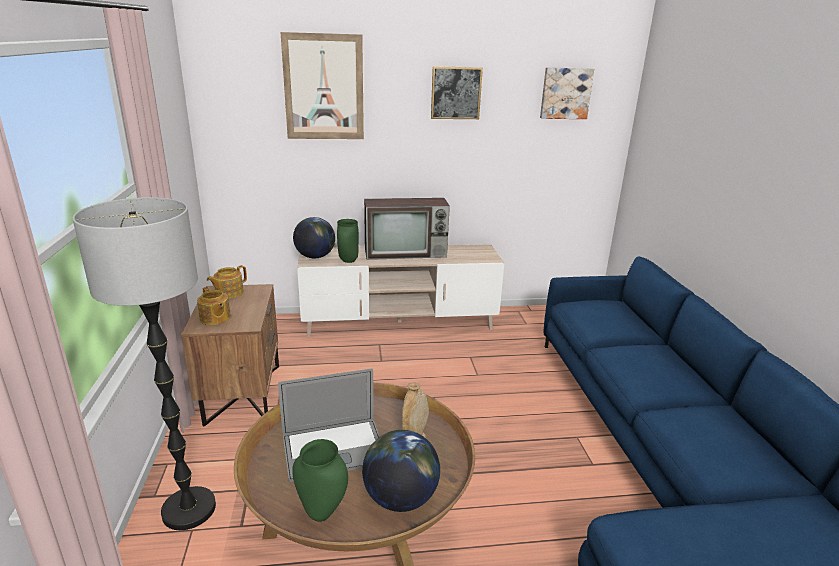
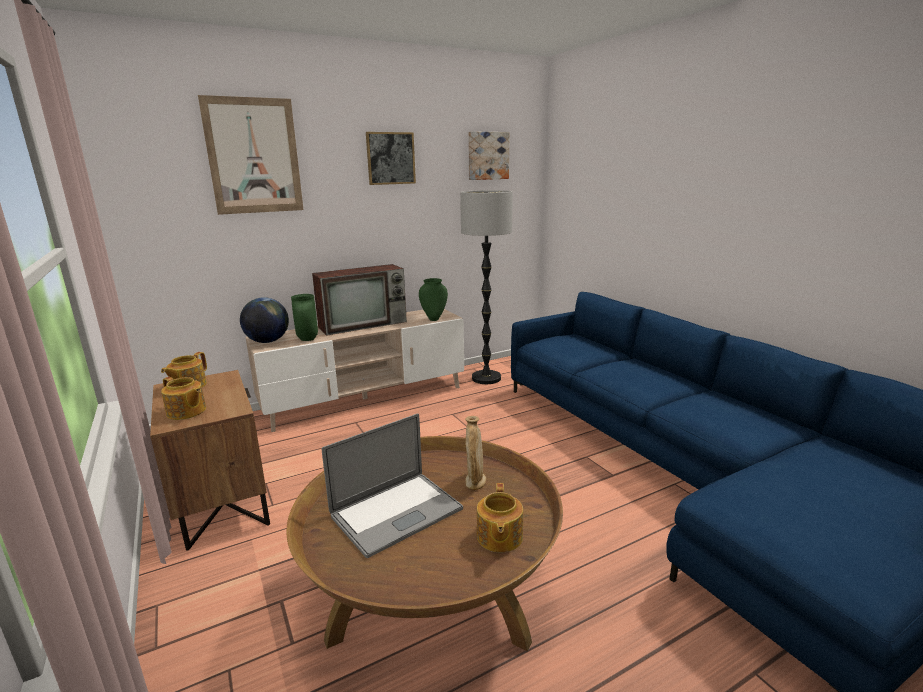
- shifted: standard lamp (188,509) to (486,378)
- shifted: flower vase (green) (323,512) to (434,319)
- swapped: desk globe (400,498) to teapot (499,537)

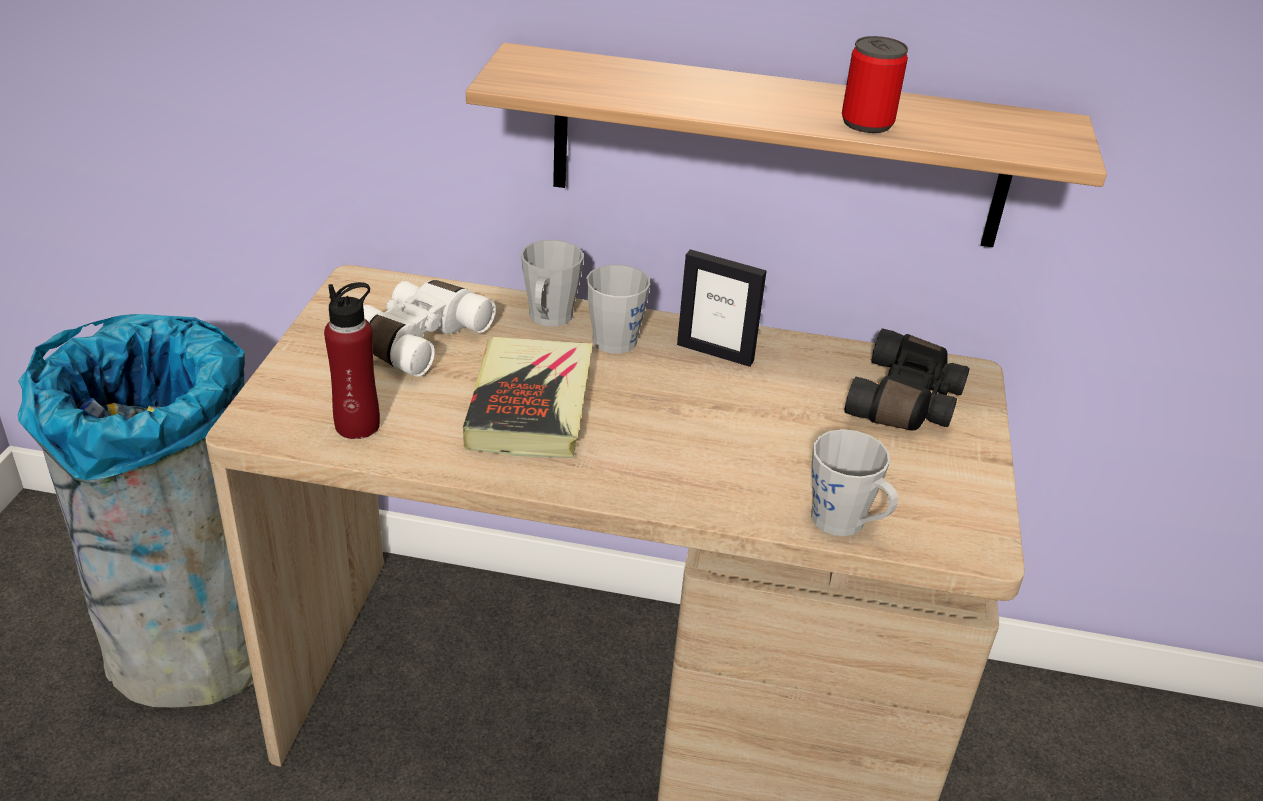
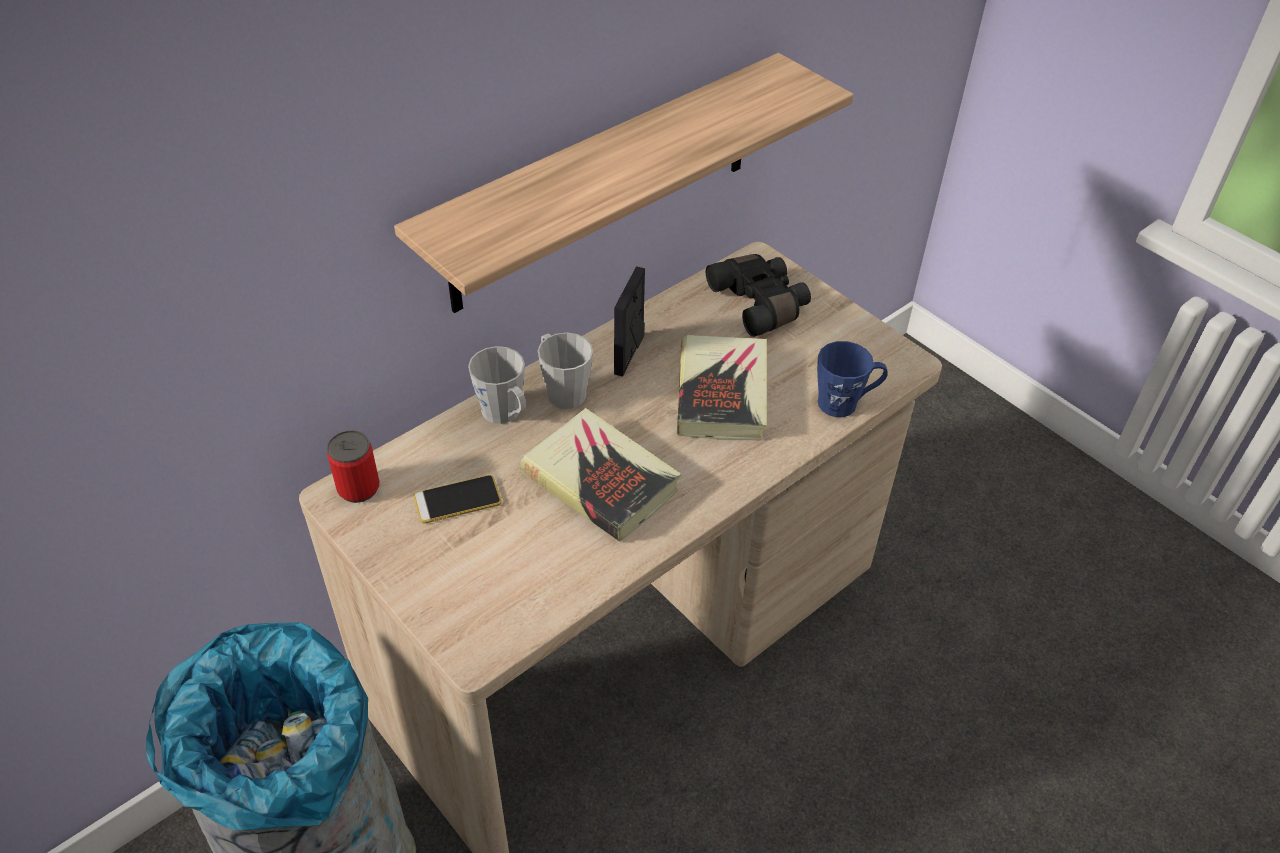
- gone: drink bottle (reddish) (357,425)
- swapped: field glasses (white) (418,339) to telephone (457,500)
- rotated: photo frame (715,352) = (629,354) 135 degrees clockwise
- repainted: coffee mug (grey) (846,524) to coffee mug (bluish) (845,403)
- shifted: metal can (867,123) to (358,488)
- new: book (721,394)

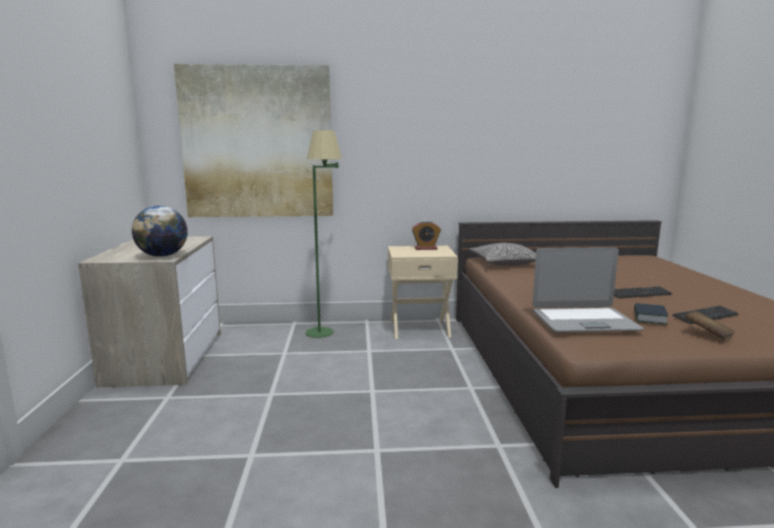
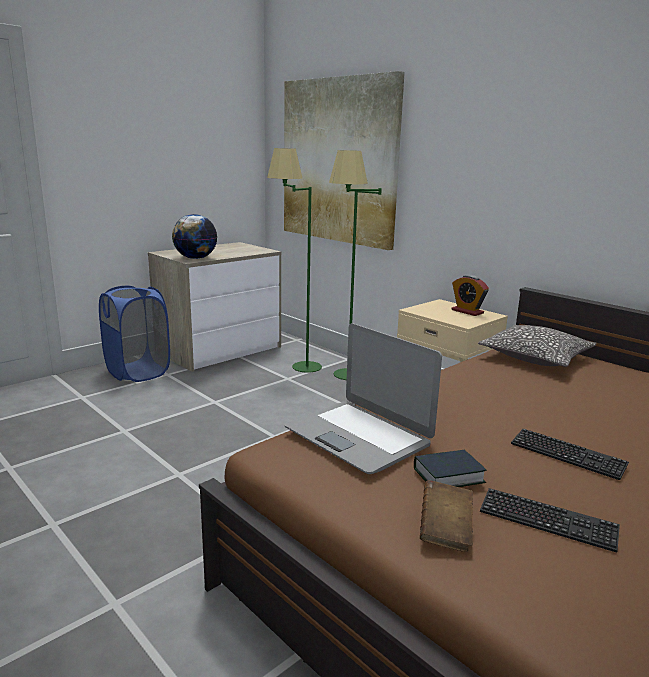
- new: washing basket (bluish) (138,372)
- new: standard lamp (green) (294,365)

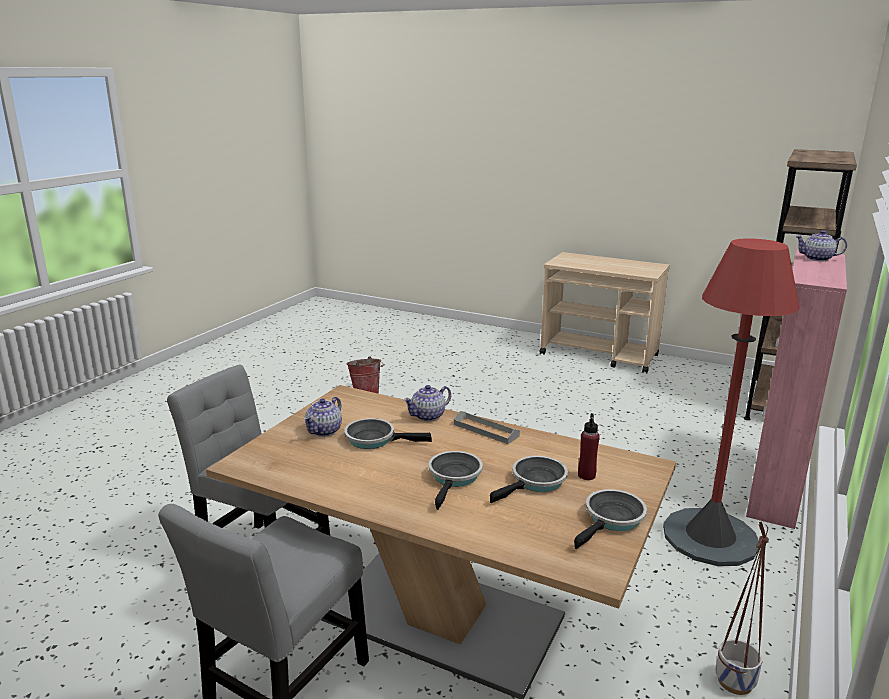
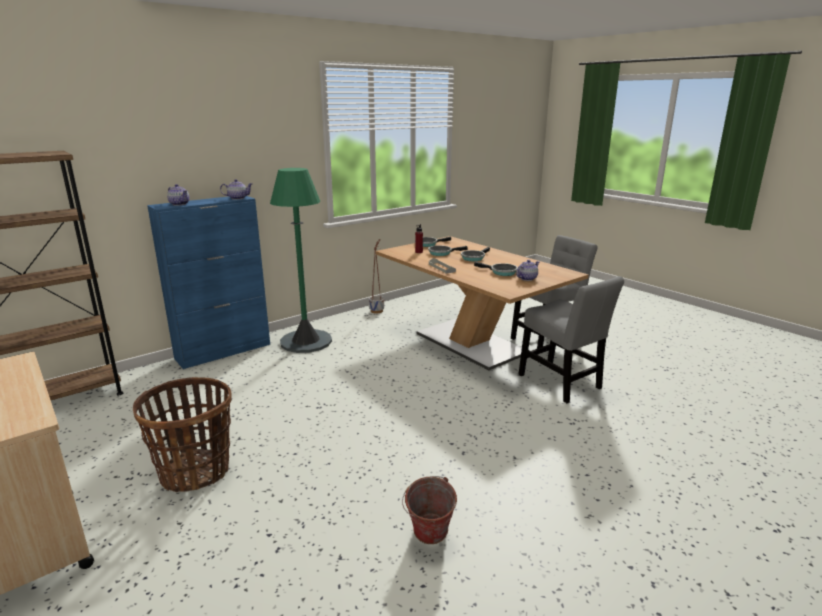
- shifted: teapot (428,416) to (237,198)
- repainted: standard lamp (reddish) (709,537) to standard lamp (green) (306,341)
- repainted: cabinet (pink-coloured) (774,488) to cabinet (bluish) (224,351)
- new: storage basket (195,472)

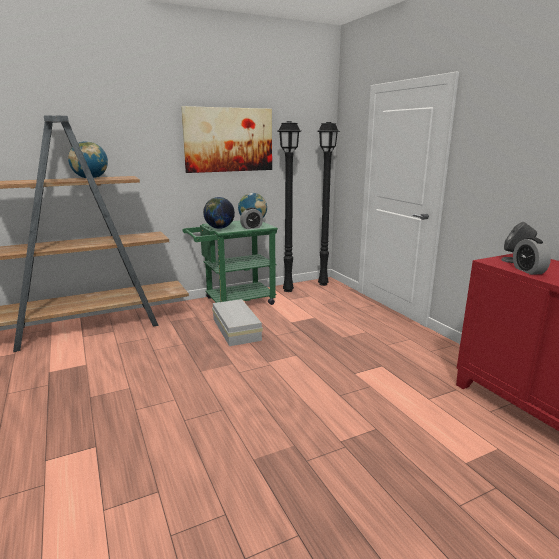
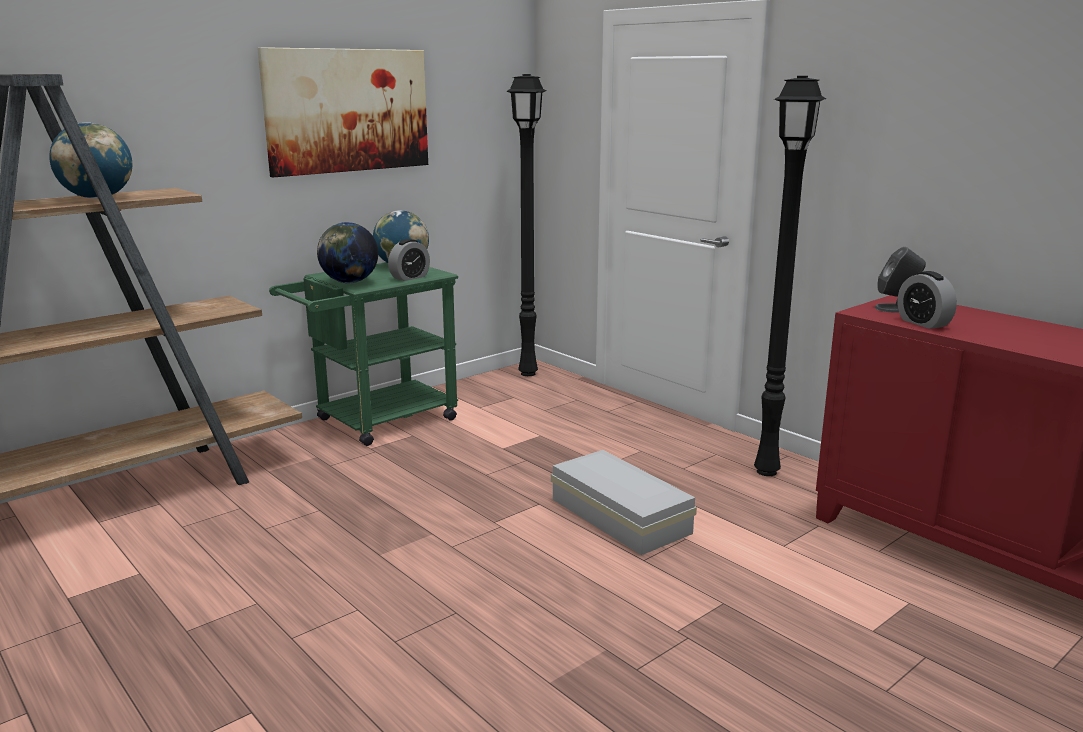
- shifted: storage container (white) (235,330) to (620,517)
- shifted: standard lamp (blackish) (288,291) to (768,472)

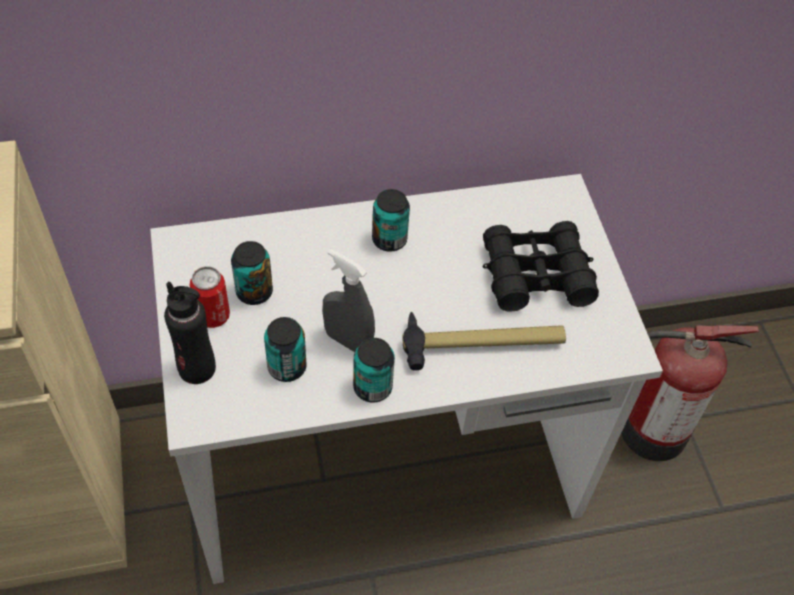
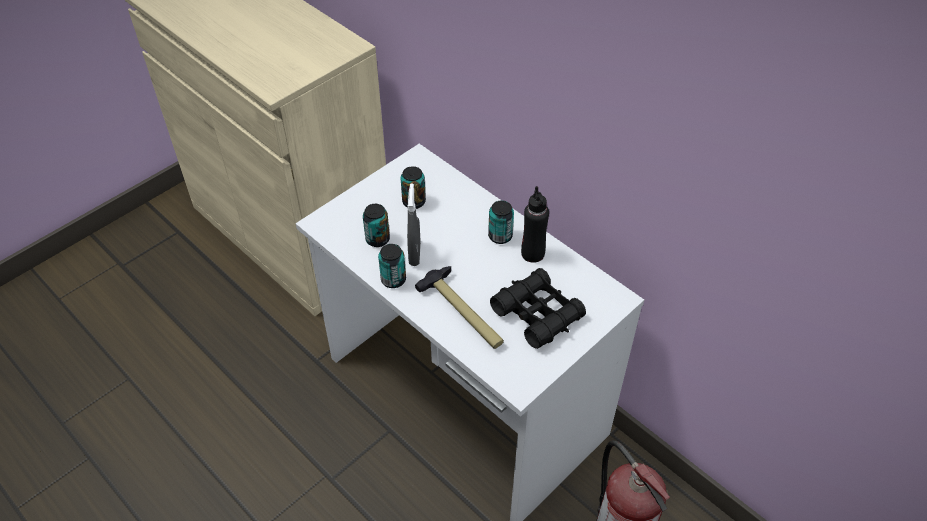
- shifted: drink bottle (blackish) (197,368) to (532,254)
- gone: metal can (213,316)

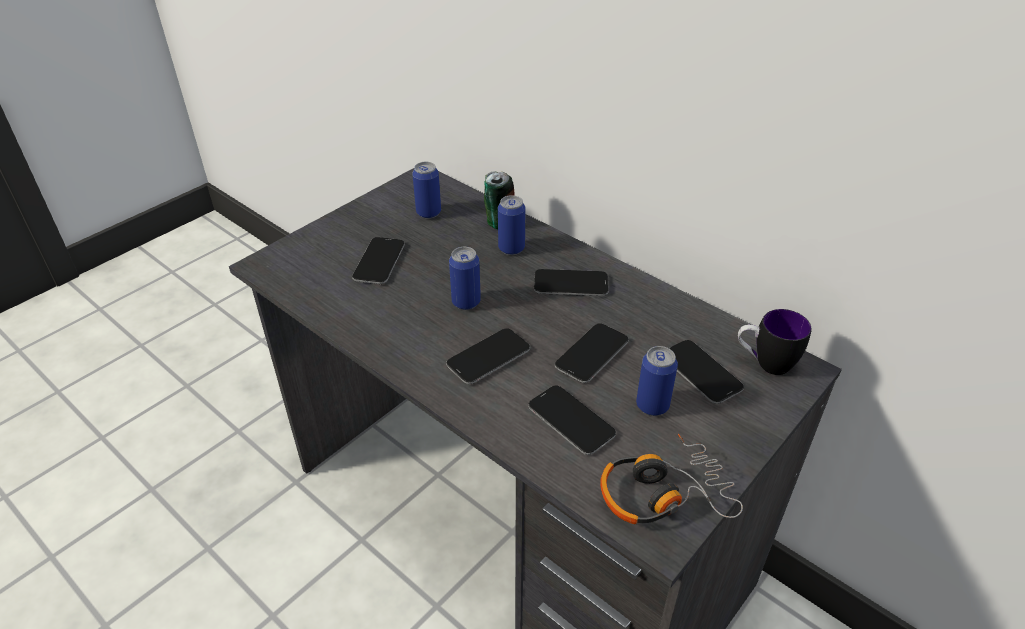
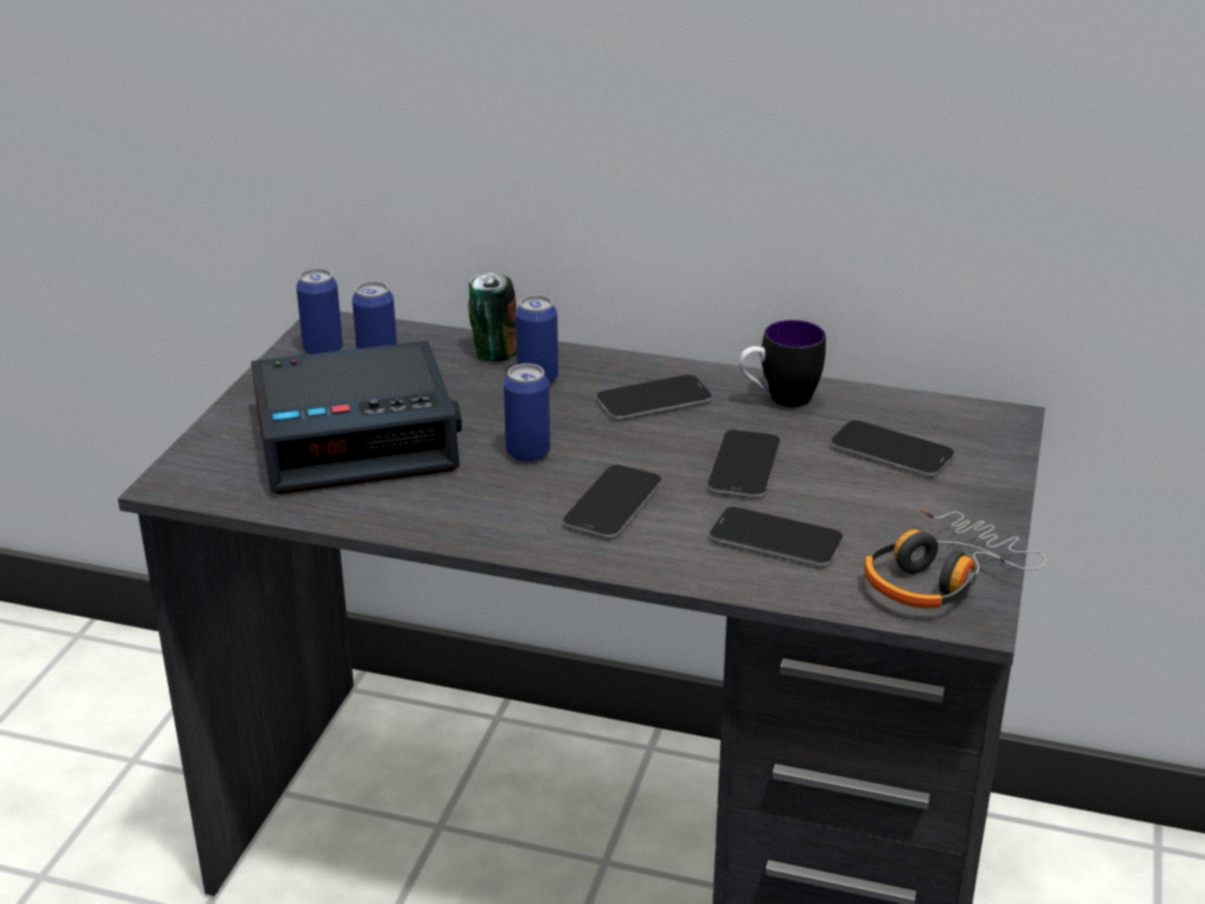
- swapped: telephone (379,262) to alarm clock (357,437)
- shifted: metal can (652,405) to (323,350)
- shifted: coffee mug (764,364) to (778,399)

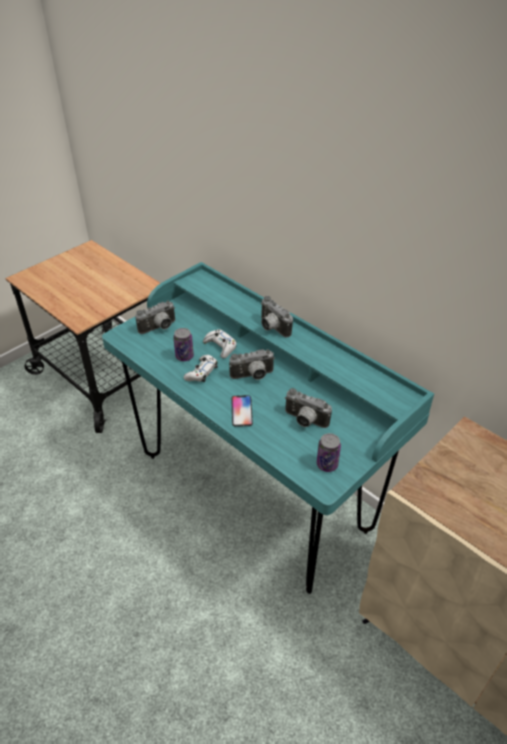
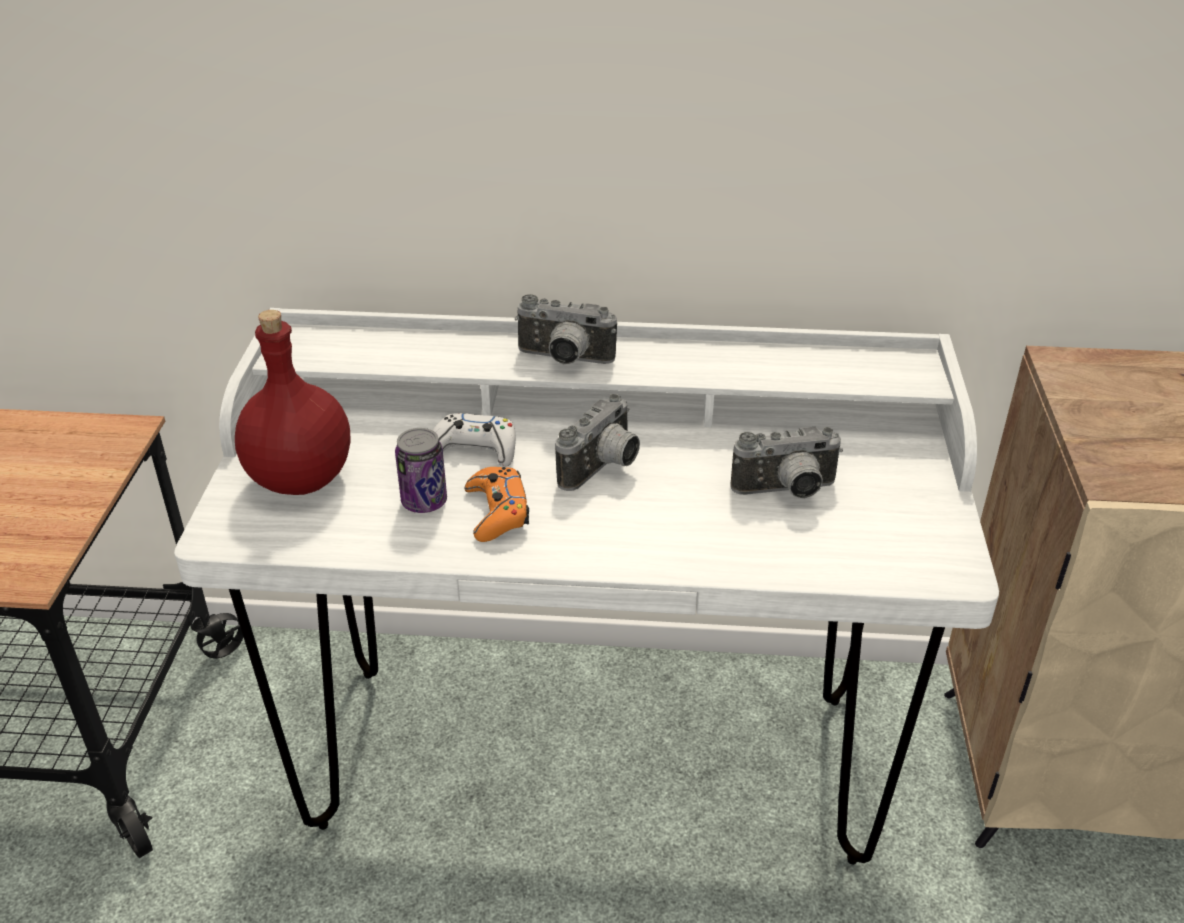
- repainted: desk table (turquoise-coloured) (254,491) to desk table (white) (592,758)
- swapped: photo camera (159,328) to drink bottle (reddish) (299,478)
- repainted: gamepad (white) (201,372) to gamepad (orangey) (497,512)
- gone: telephone (241,411)
- gone: metal can (327,464)

